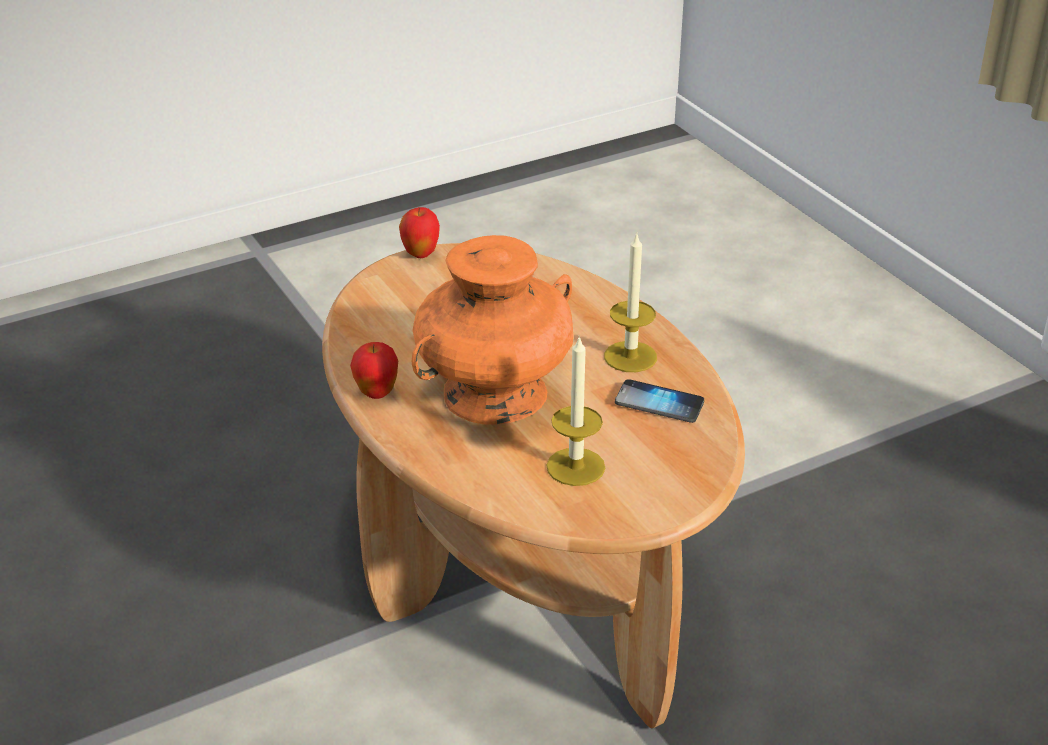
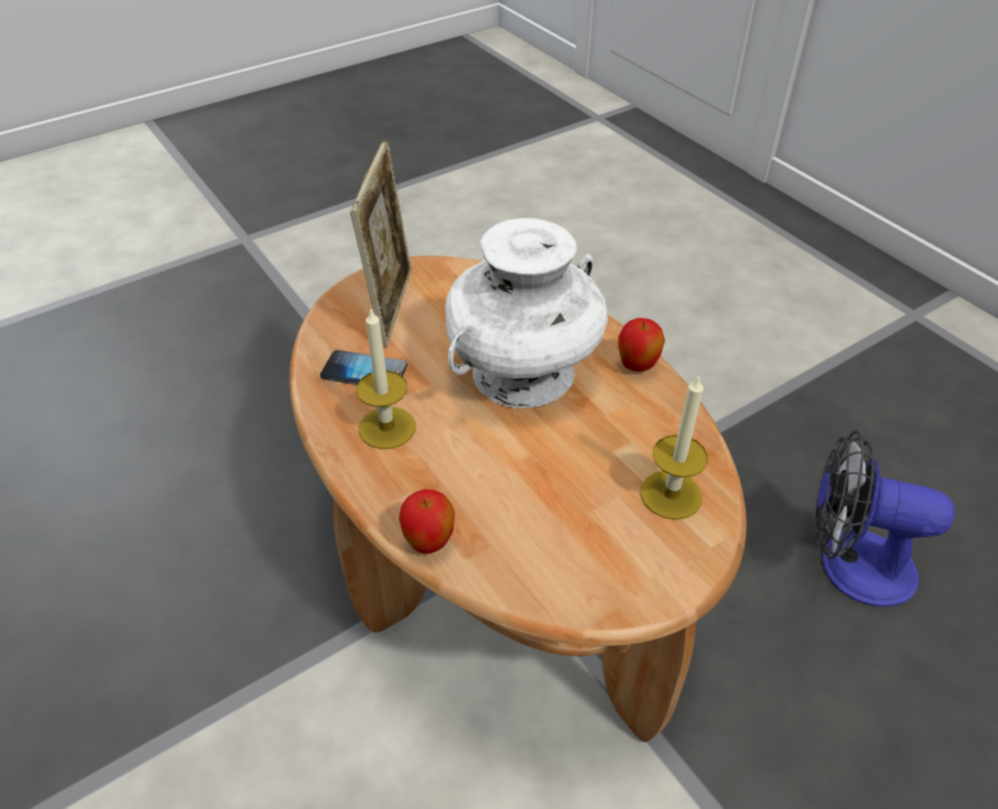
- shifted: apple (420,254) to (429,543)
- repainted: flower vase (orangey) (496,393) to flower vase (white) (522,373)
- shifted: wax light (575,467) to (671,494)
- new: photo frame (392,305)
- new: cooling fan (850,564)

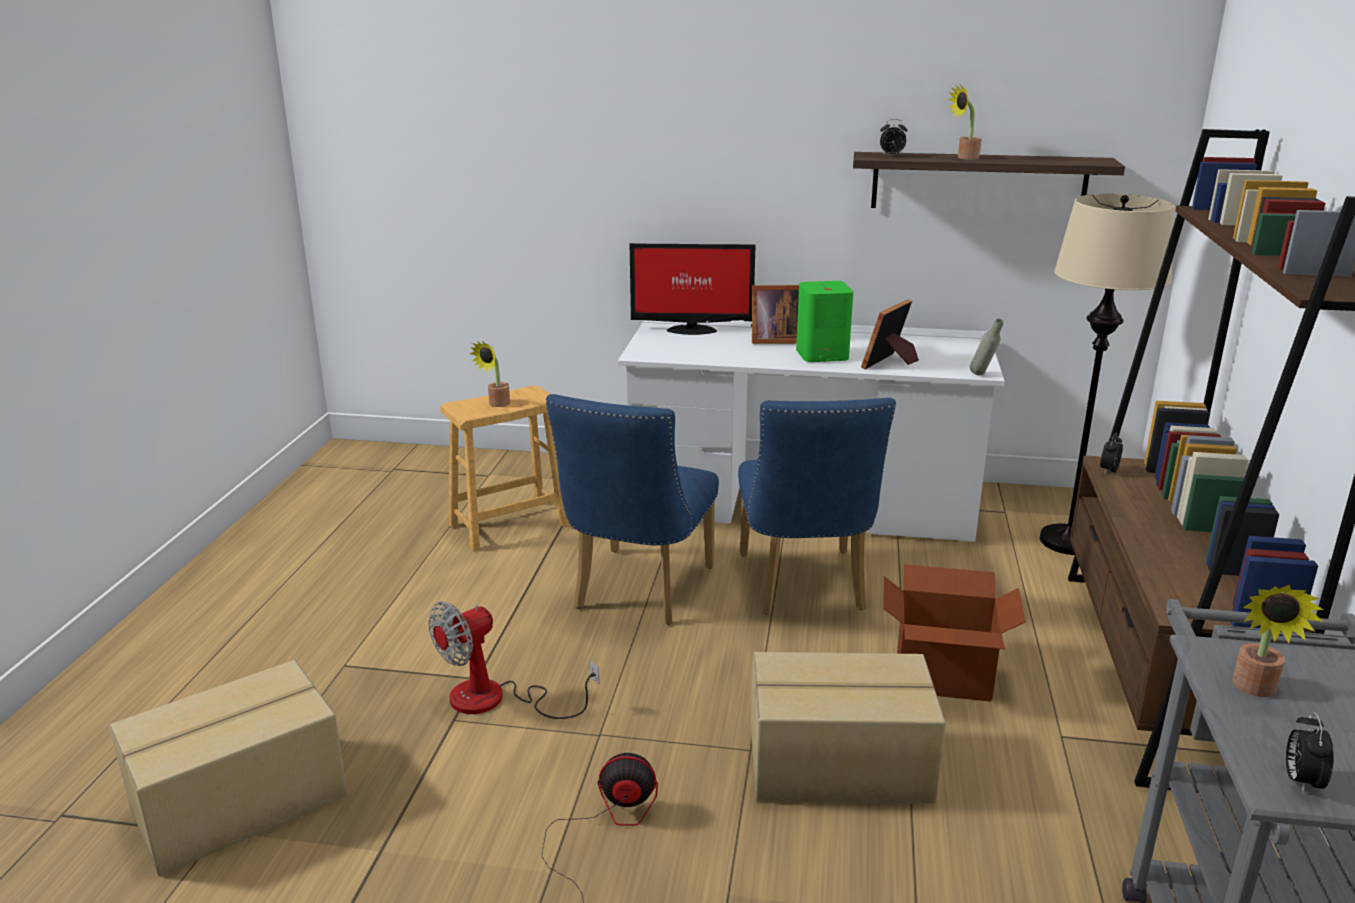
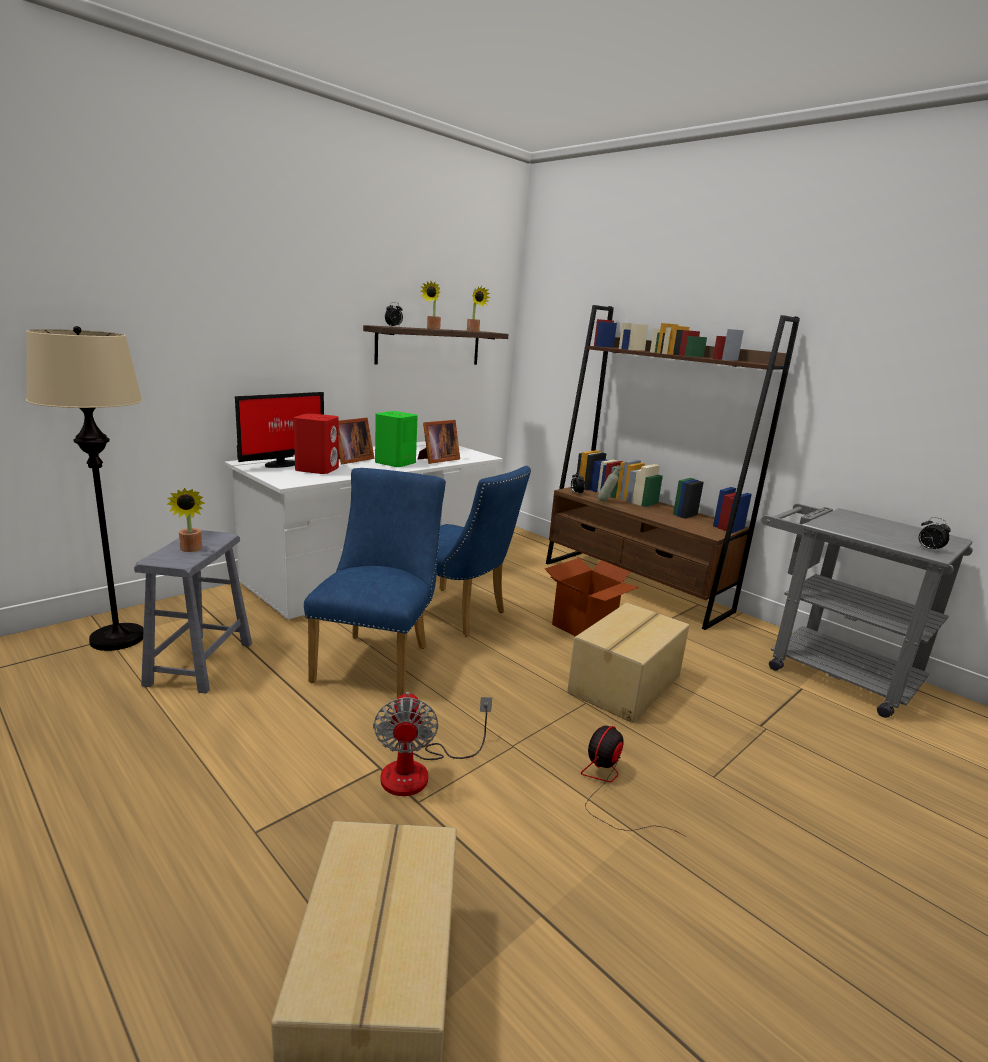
- repainted: stool seat (brownish) (508,525) to stool seat (grey) (201,663)
- rotated: chair (bluish) (637,592) = (378,660) 135 degrees counterclockwise
- rotated: photo frame (890,363) = (437,460) 120 degrees counterclockwise
- shifted: drink bottle (grey) (983,376) to (606,501)
- shifted: standard lamp (sand-coloured) (1068,541) to (117,638)
- shifted: potted plant (1255,690) to (474,331)
- new: loudspeaker (reddish) (317,469)

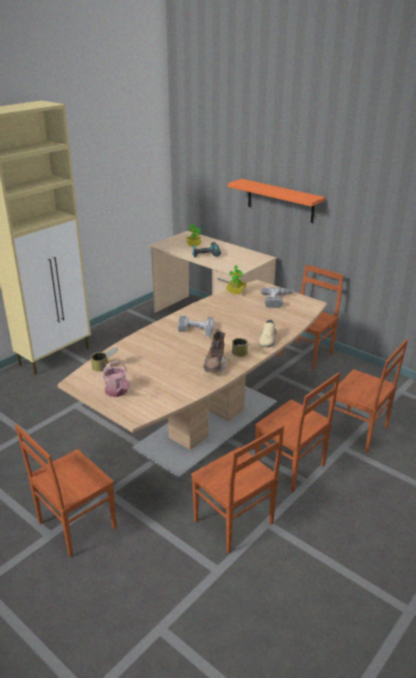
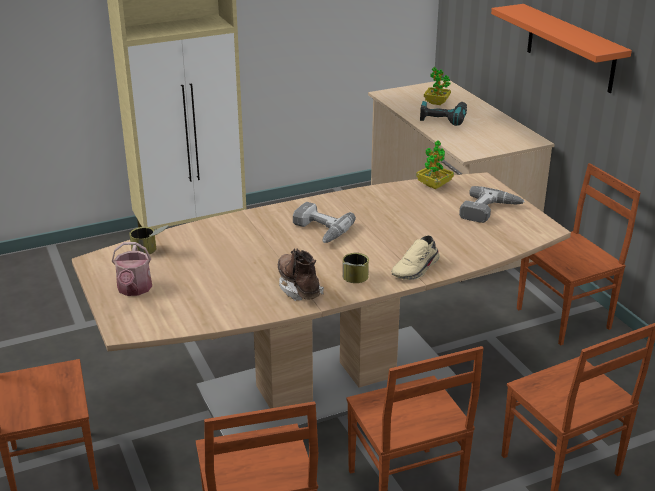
- rotated: high-top boot (brownish) (214,366) = (298,288) 120 degrees clockwise

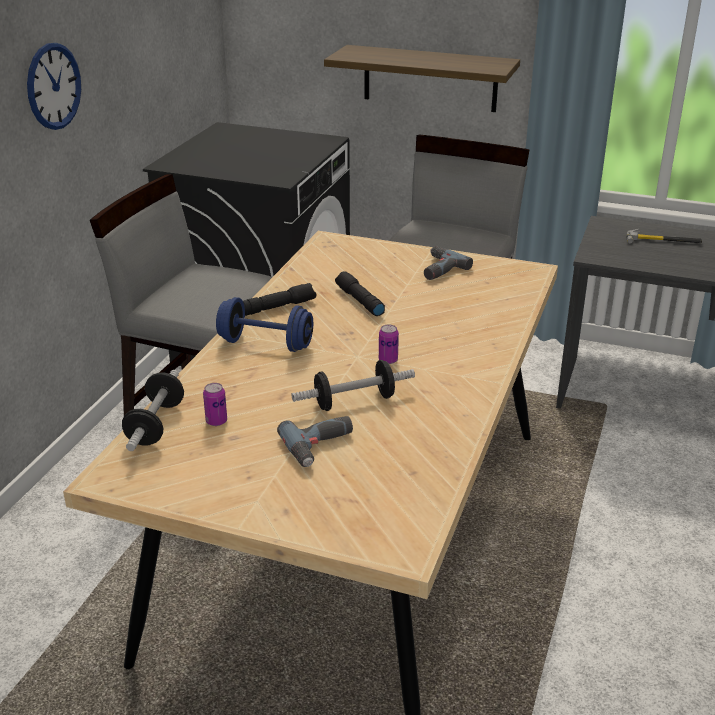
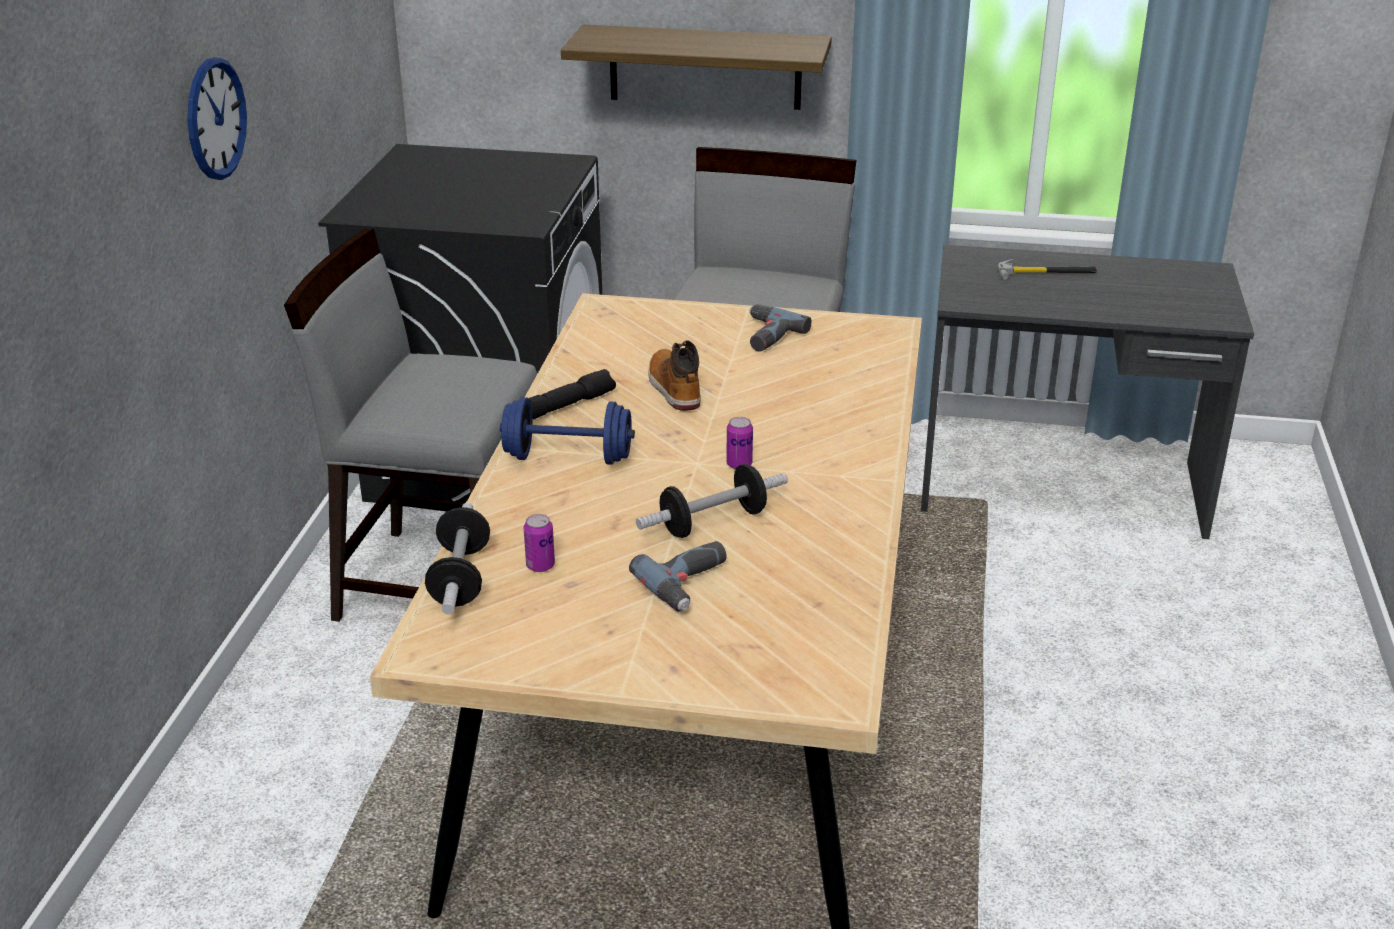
- swapped: hand torch (blackish) (359,301) to high-top boot (673,388)

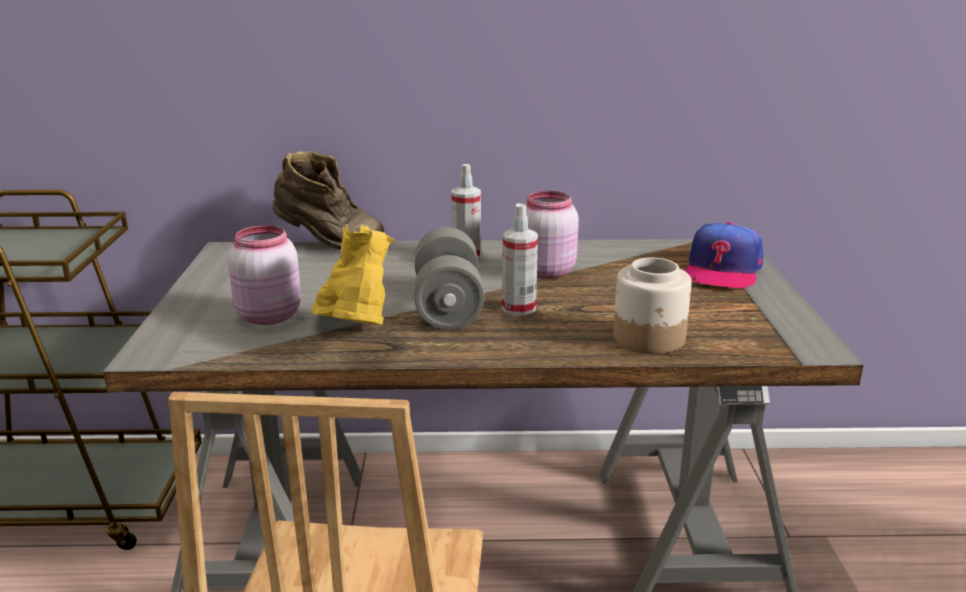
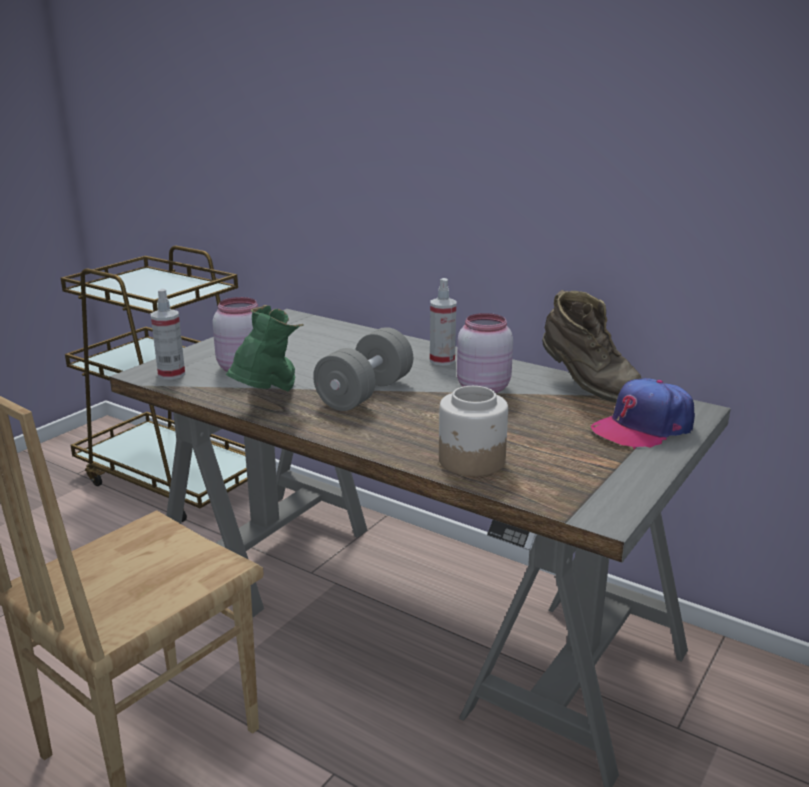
- shifted: high-top boot (brownish) (329,246) to (586,387)
- repainted: high-top boot (yellow) (354,339) to high-top boot (green) (268,398)
- shifted: hand sprayer (519,308) to (171,374)

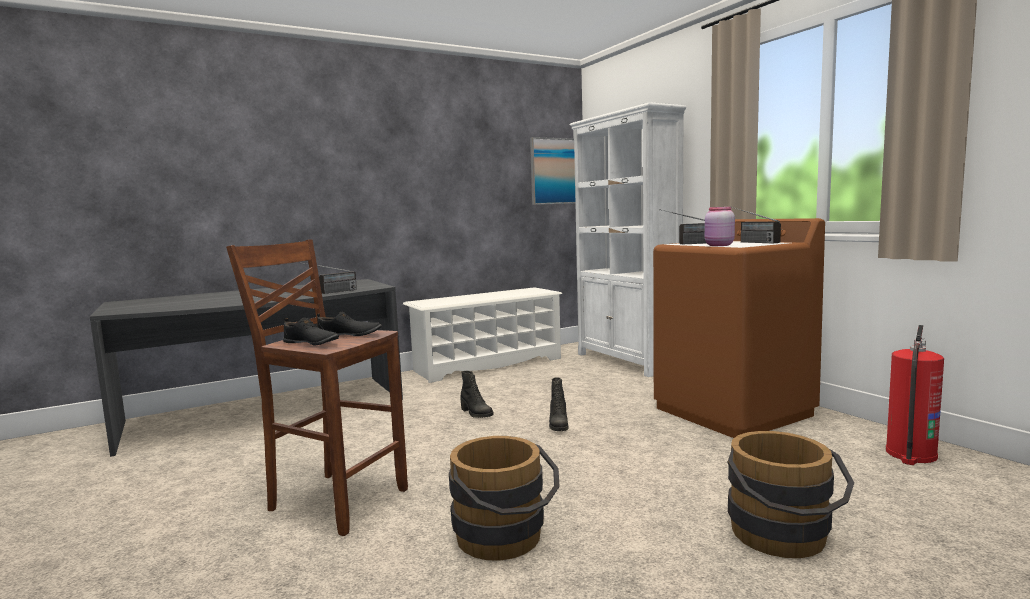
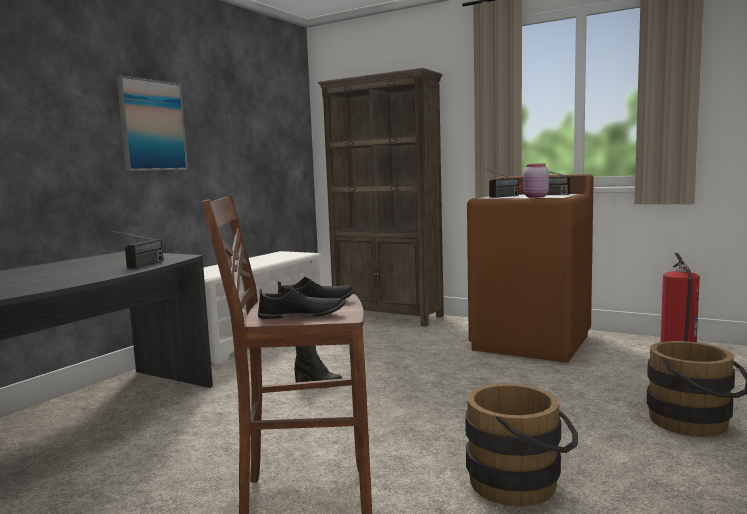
- shifted: picture (553,171) to (152,125)
- gone: high-top boot (blackish) (558,425)
- repainted: shelving unit (white) (627,361) to shelving unit (brownish) (388,316)

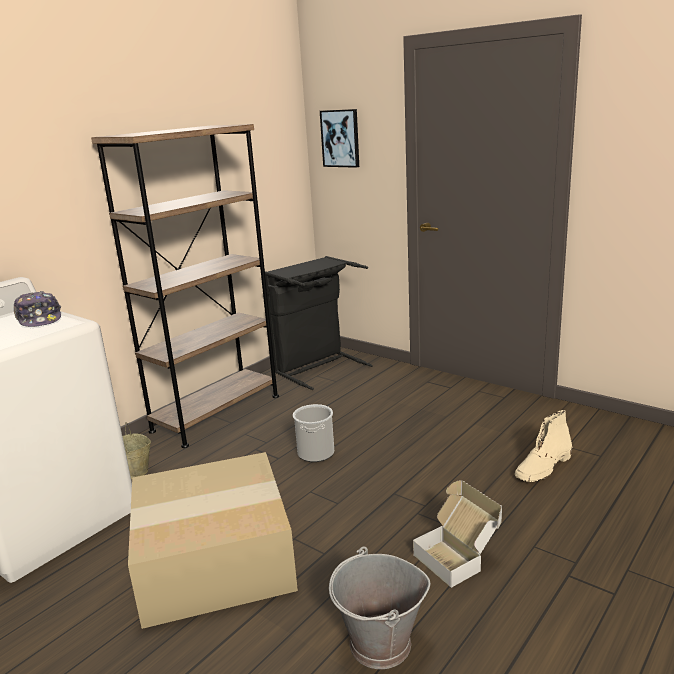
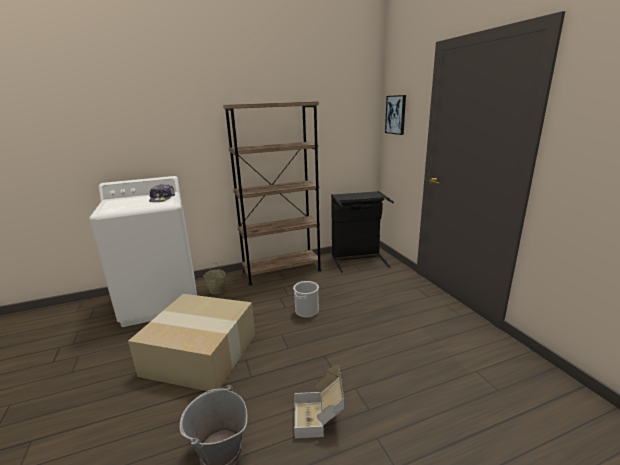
- gone: high-top boot (sand-coloured) (543,467)

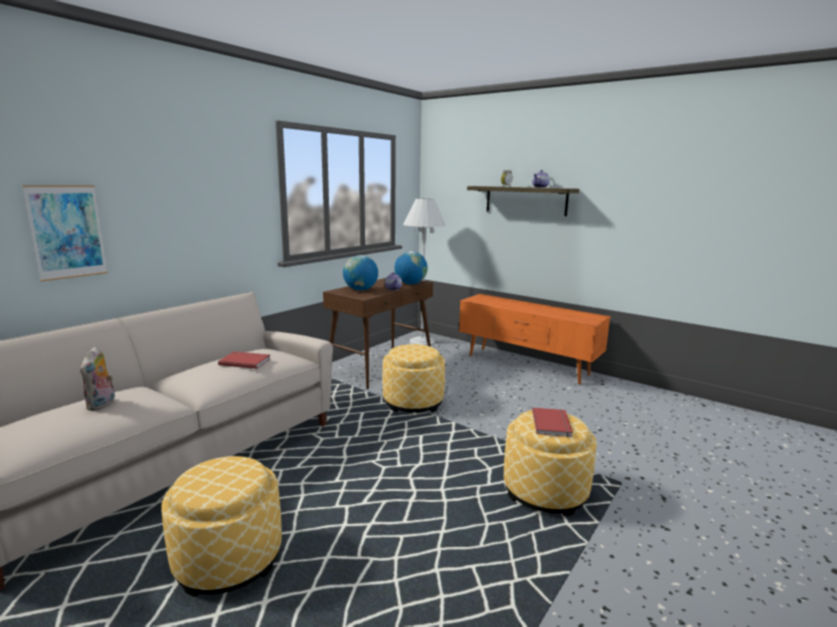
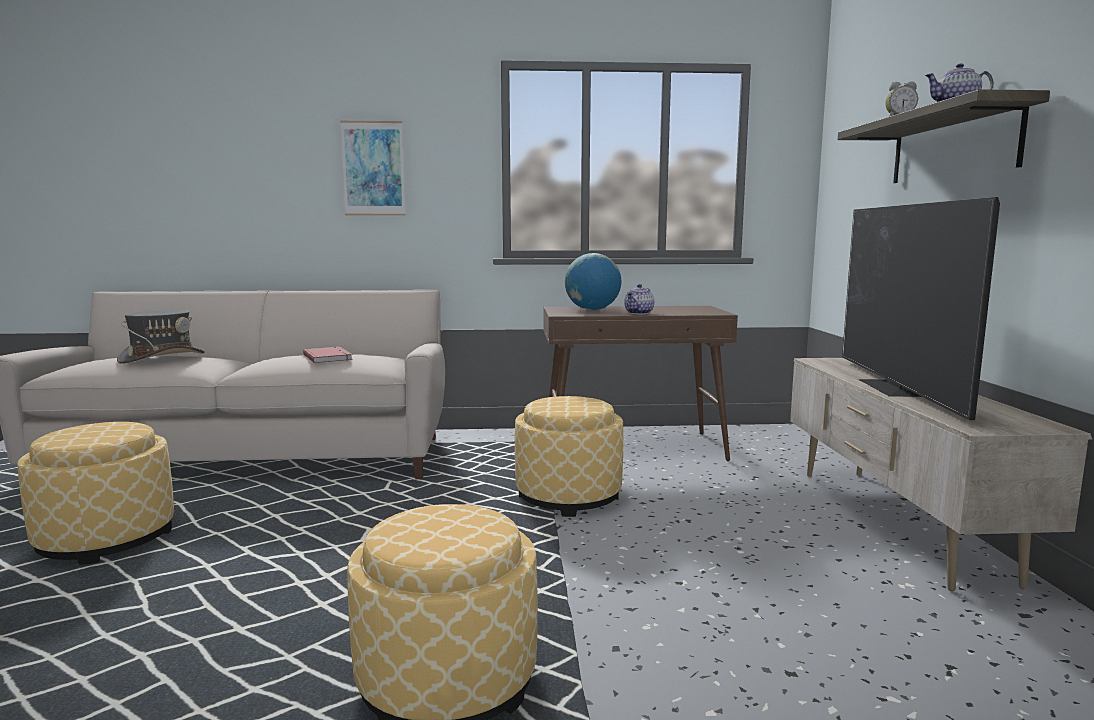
- shifted: picture (67,232) to (373,168)
- swapped: soft toy (102,405) to clothing hat (grey) (162,358)
- gone: desk globe (410,284)
- gone: standard lamp (white) (422,342)
- repainted: tv stand (orangey) (526,365) to tv stand (sand-coloured) (894,522)
- gone: book (reddish) (552,424)
- new: TV (895,388)

